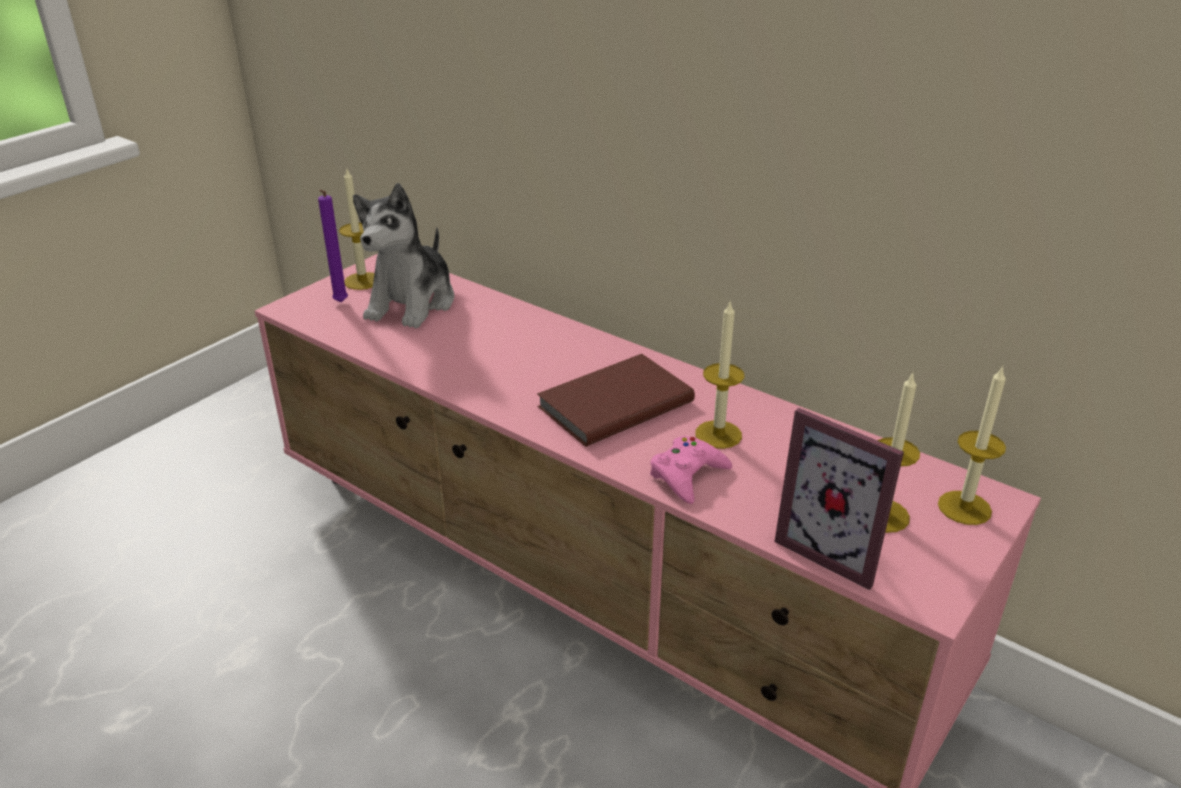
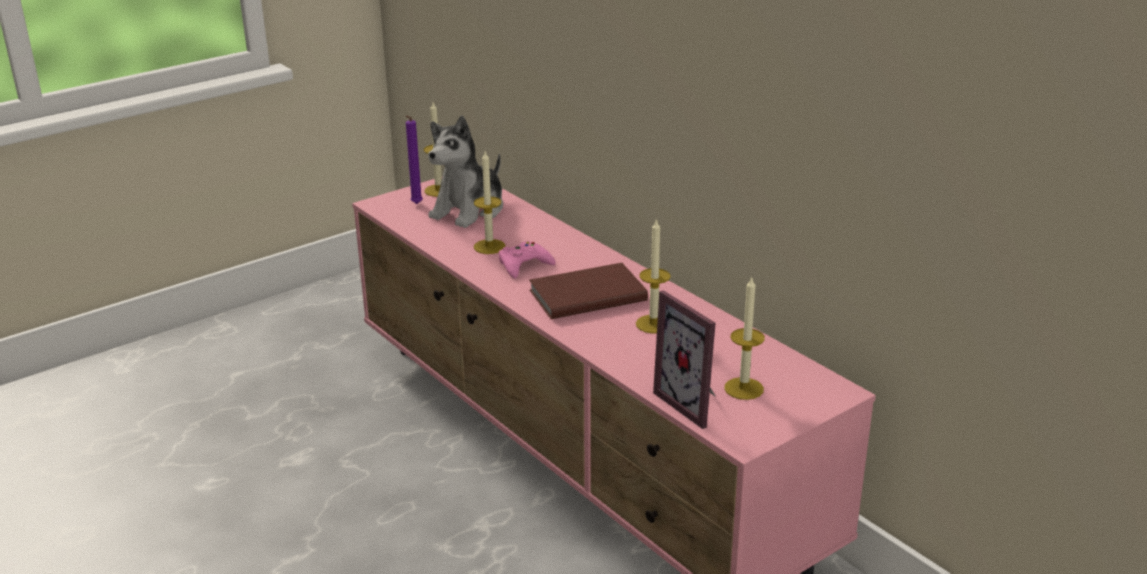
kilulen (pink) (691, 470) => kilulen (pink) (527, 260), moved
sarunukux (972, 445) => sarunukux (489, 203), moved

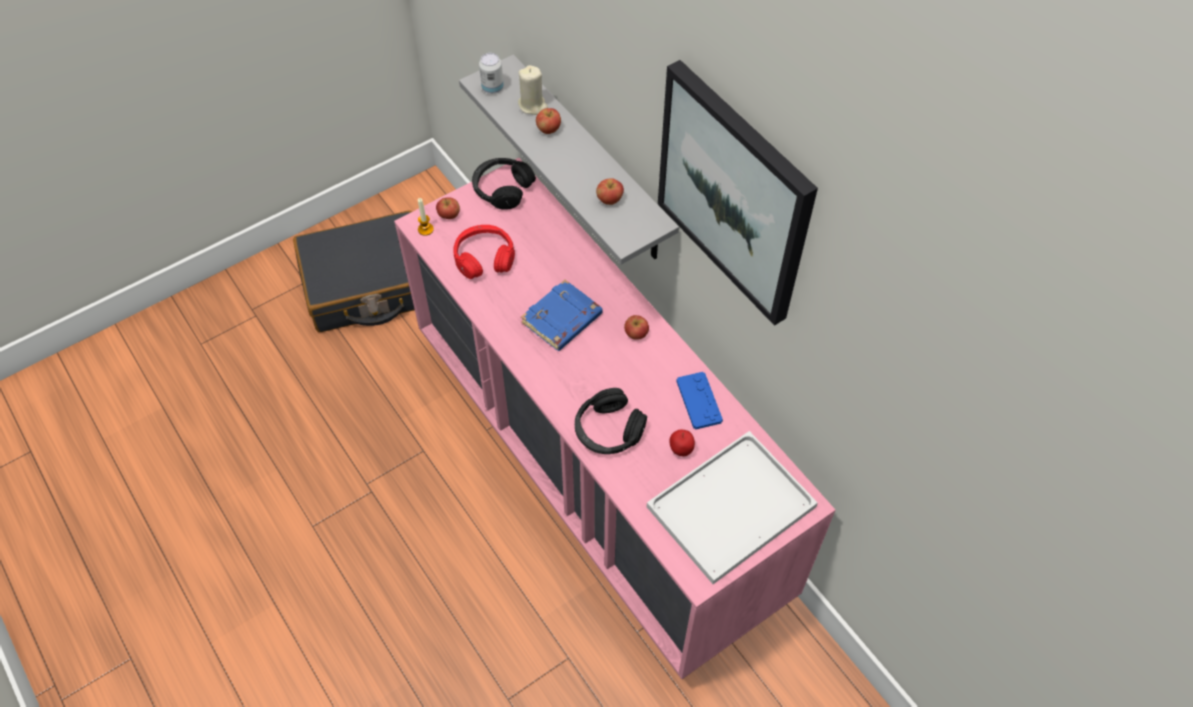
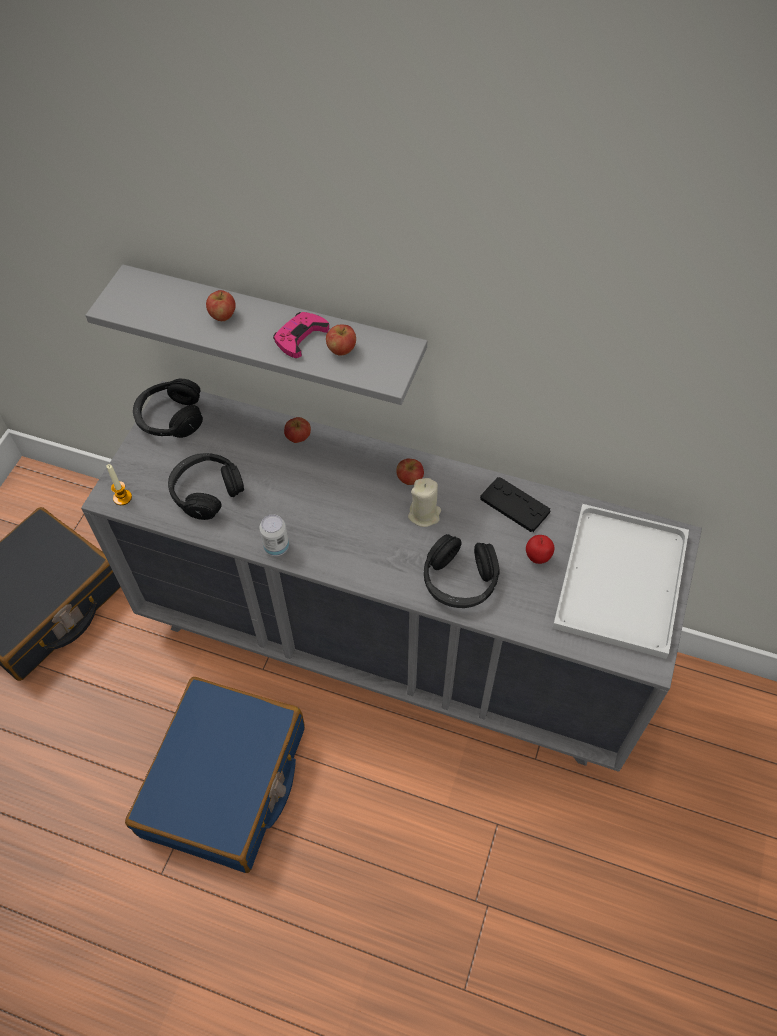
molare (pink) (614, 418) => molare (grey) (391, 576)
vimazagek (448, 208) => vimazagek (297, 430), moved
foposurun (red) (484, 252) => foposurun (black) (206, 486)
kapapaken (491, 73) => kapapaken (274, 535), moved
sarunukux (beige) (533, 90) => sarunukux (beige) (424, 502), moved
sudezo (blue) (561, 315) => nothing
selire (738, 193) => nothing
kilulen (blue) (699, 401) => kilulen (black) (515, 504)
nothing => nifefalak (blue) (215, 775)
nothing => kilulen (pink) (301, 335)

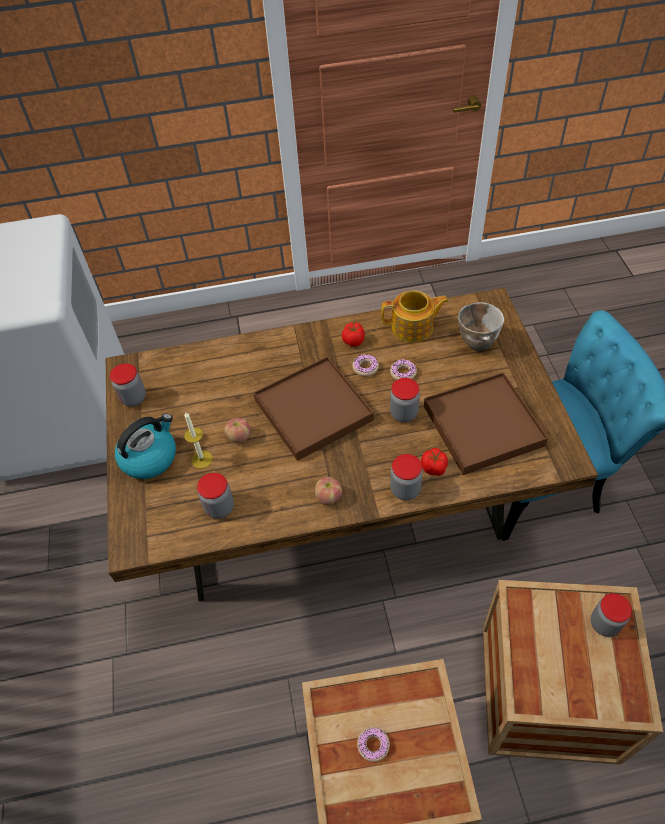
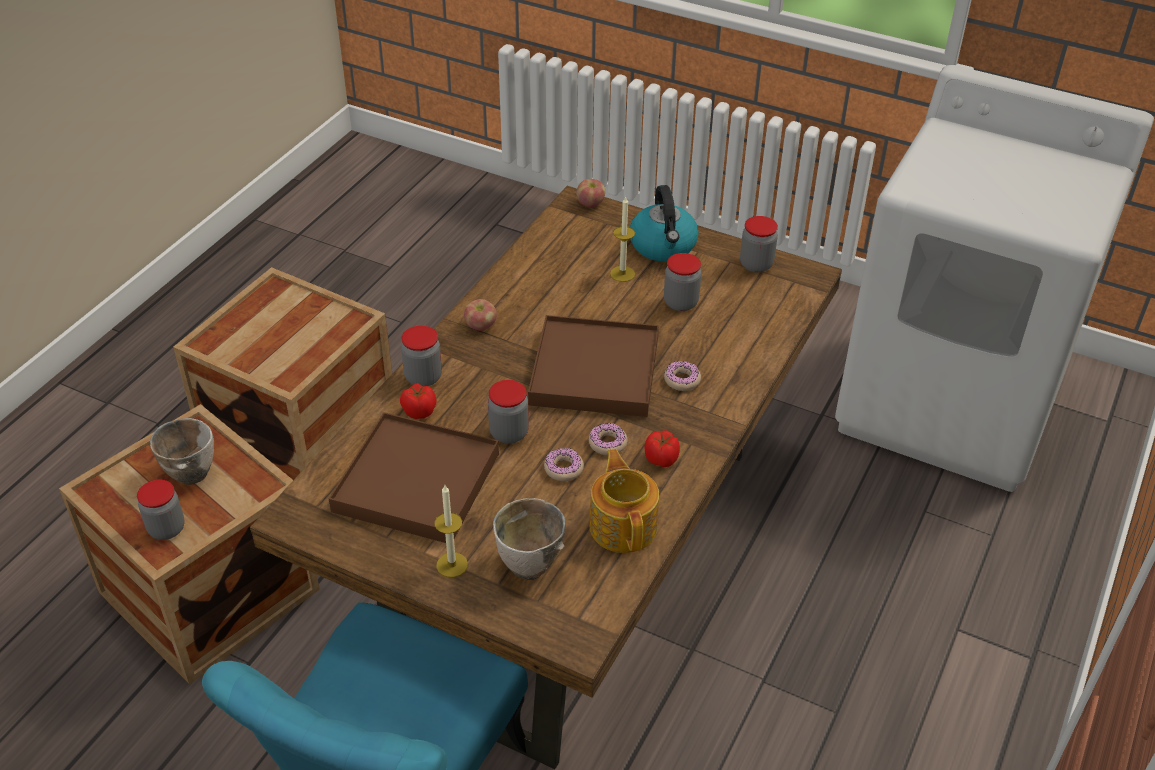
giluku (215, 496) => giluku (682, 282), moved
vimazagek (237, 431) => vimazagek (590, 193), moved
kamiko (373, 744) => kamiko (682, 376), moved
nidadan (415, 316) => nidadan (624, 501), 135 degrees clockwise
nothing => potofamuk (182, 451)
nothing => sarunukux (451, 531)

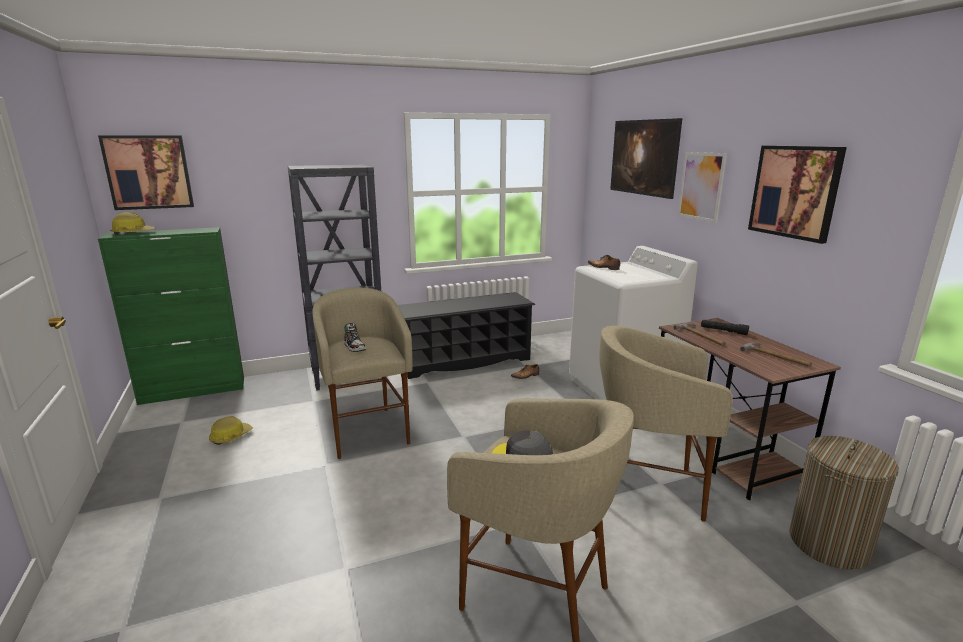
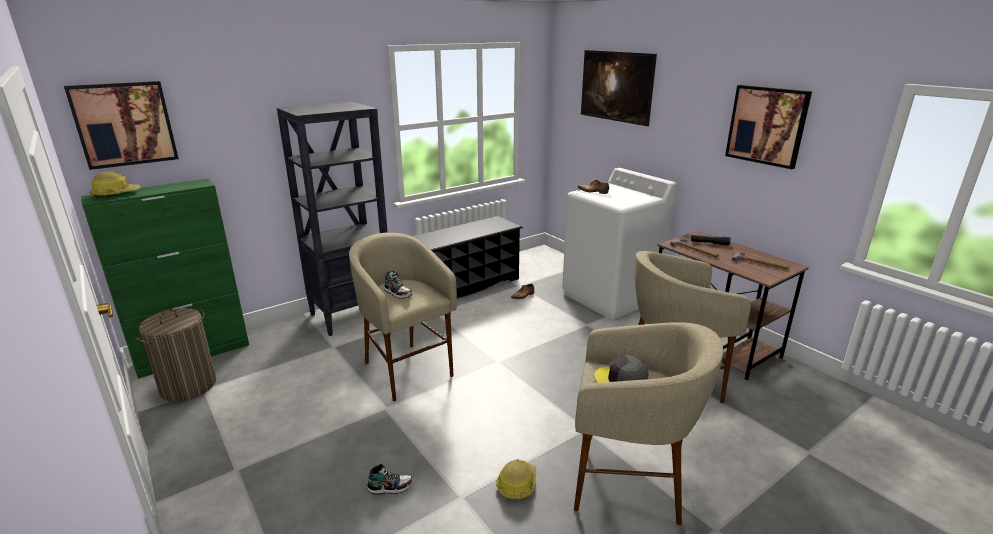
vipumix (231, 430) => vipumix (516, 479), moved
selire (702, 187) => nothing
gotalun (844, 503) => gotalun (175, 355), moved
nothing => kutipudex (390, 479)

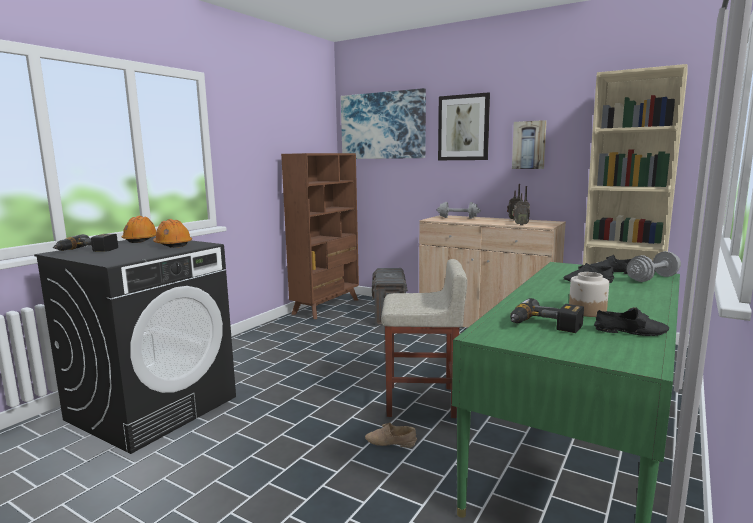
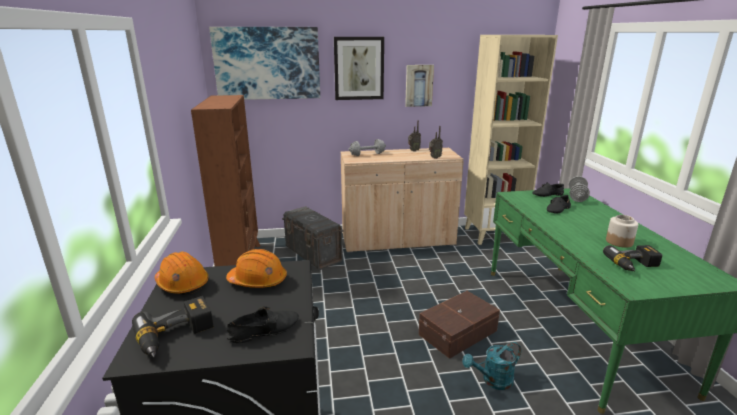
kutipudex (beige) (391, 435) => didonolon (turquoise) (491, 366)
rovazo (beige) (424, 338) => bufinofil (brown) (459, 325)
kutipudex (black) (631, 321) => kutipudex (black) (263, 324), moved

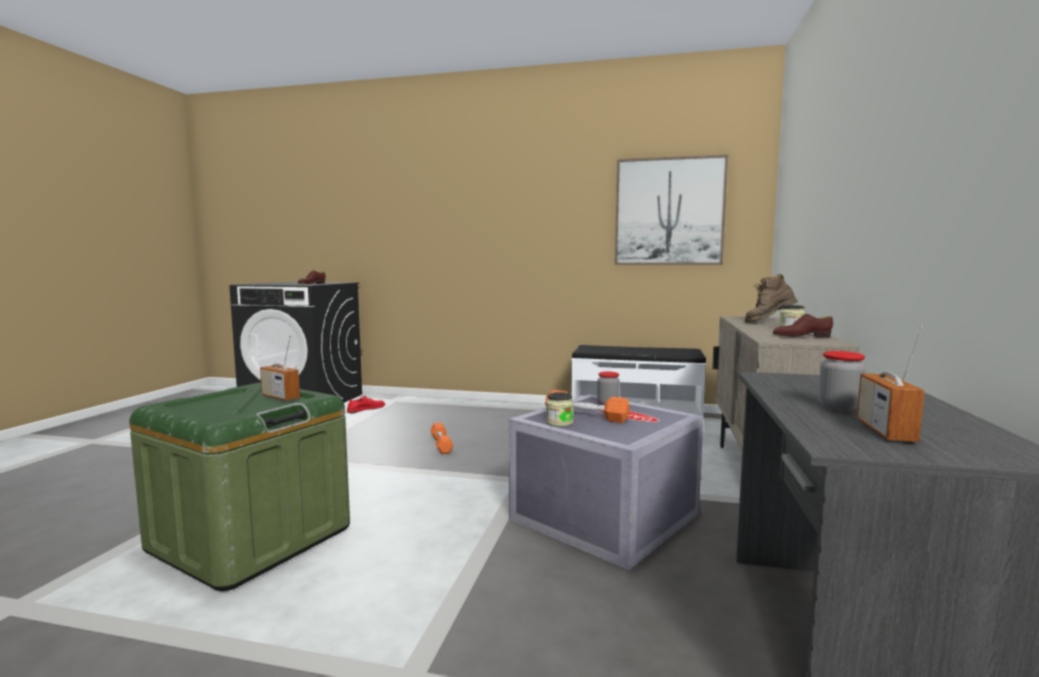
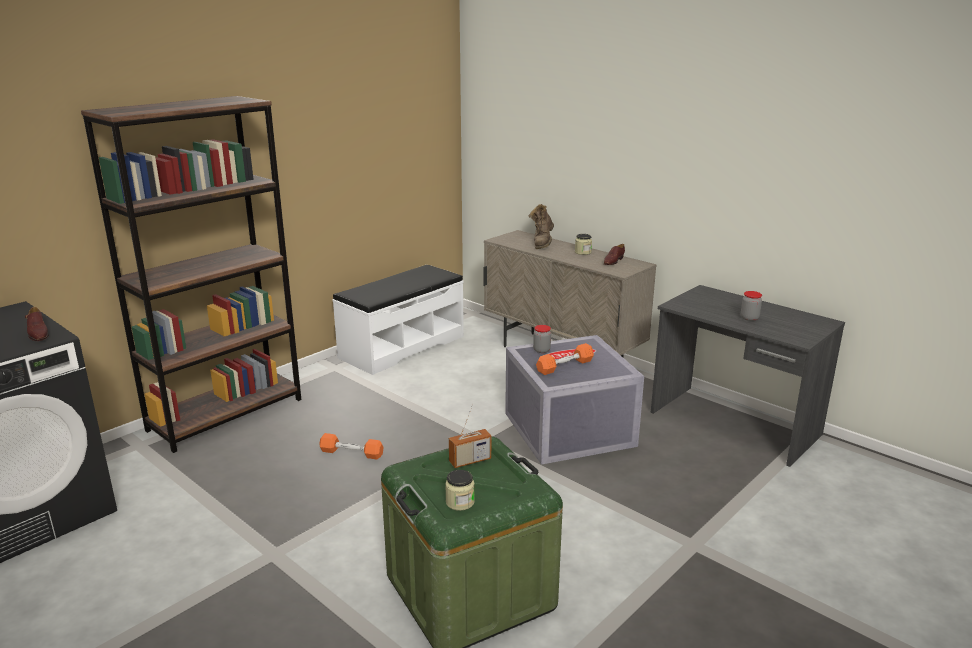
kutipudex (red) (366, 404) => nothing
giluku (560, 409) => giluku (460, 490), moved
selire (671, 210) => nothing
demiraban (891, 384) => nothing
nothing => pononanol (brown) (191, 274)

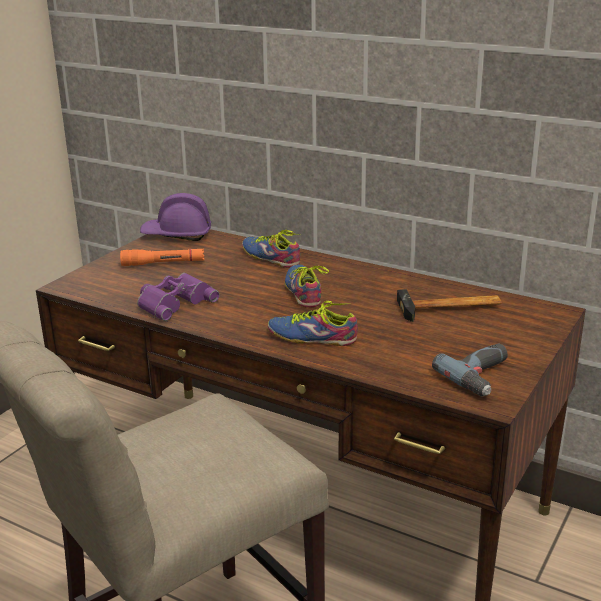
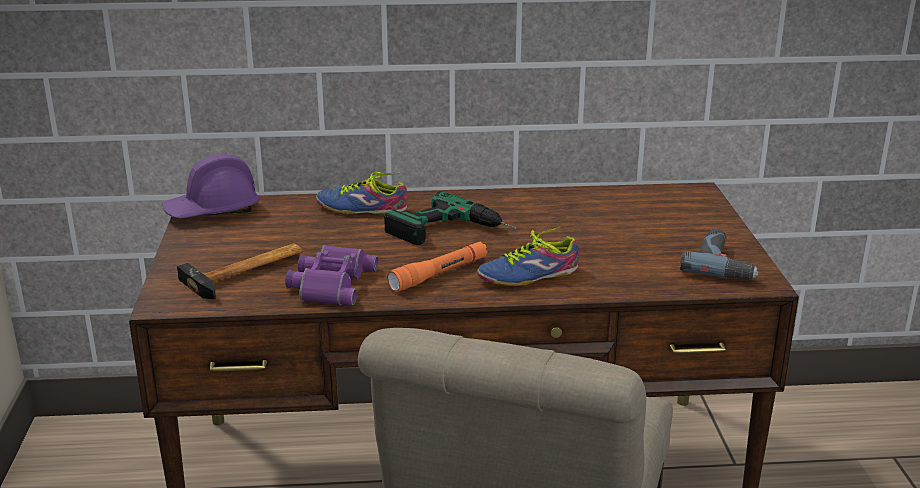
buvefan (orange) (162, 257) => buvefan (orange) (437, 266), moved
kutipudex (307, 286) => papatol (450, 218)
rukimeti (449, 305) => rukimeti (240, 271), moved

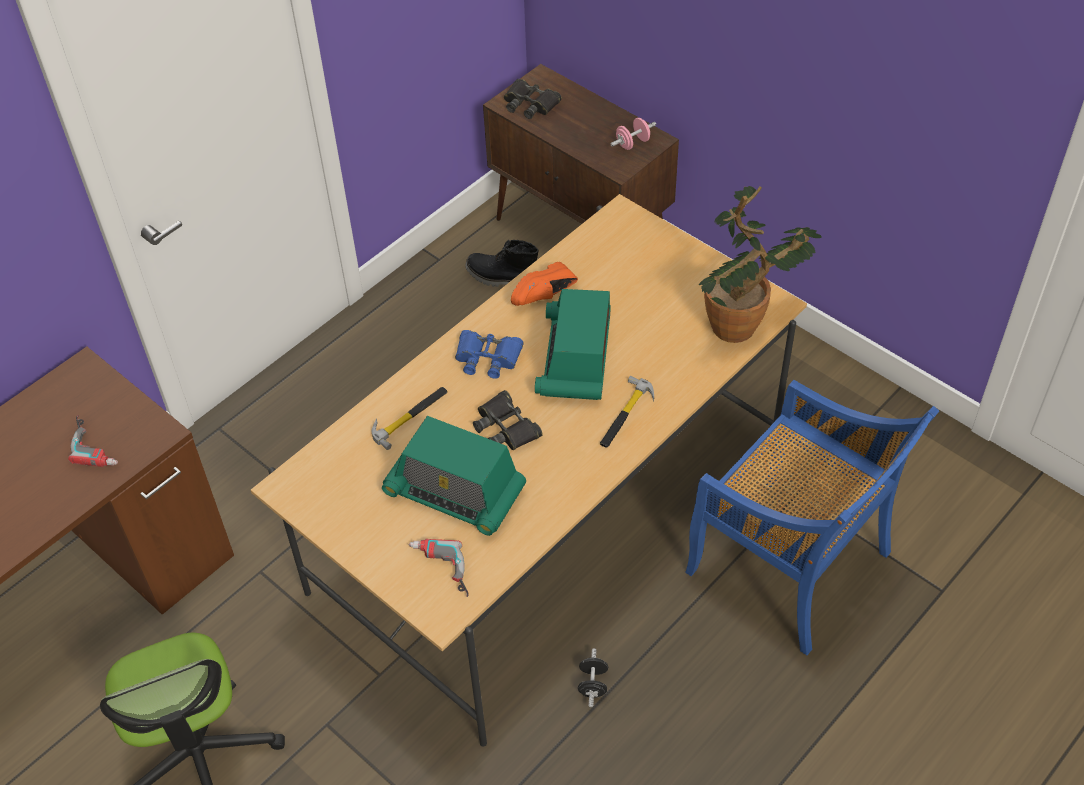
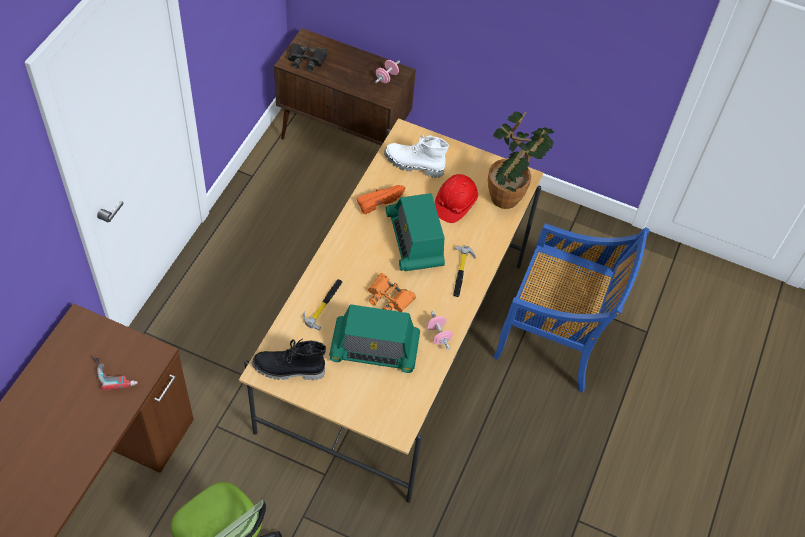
papatol (438, 568) => nothing
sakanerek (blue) (489, 354) => nothing
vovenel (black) (501, 263) => vovenel (black) (289, 359), moved
sakanerek (black) (508, 420) => sakanerek (orange) (392, 292)
kutipudex (orange) (544, 284) => kutipudex (orange) (380, 199), 150 degrees counterclockwise
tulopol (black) (593, 678) => nothing
nothing => vovenel (white) (416, 156)
nothing => tulopol (pink) (440, 330)
nothing => vipumix (red) (456, 198)

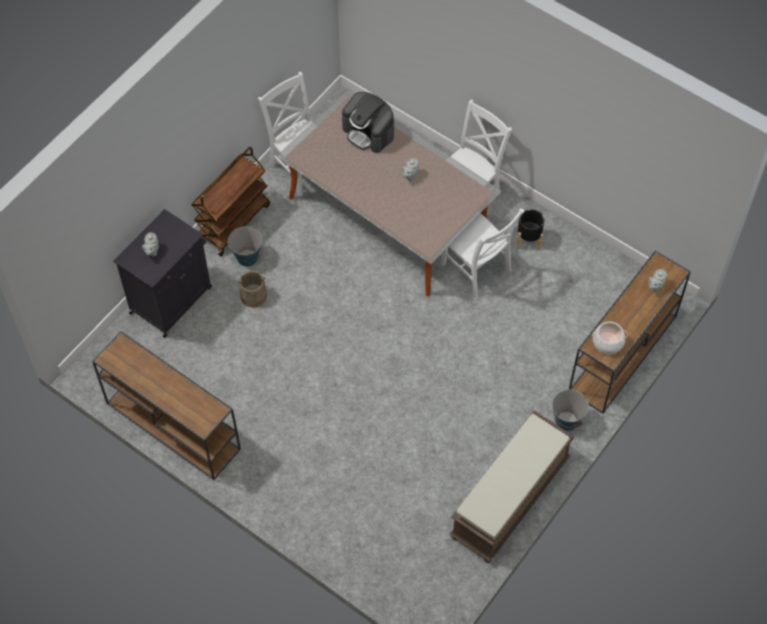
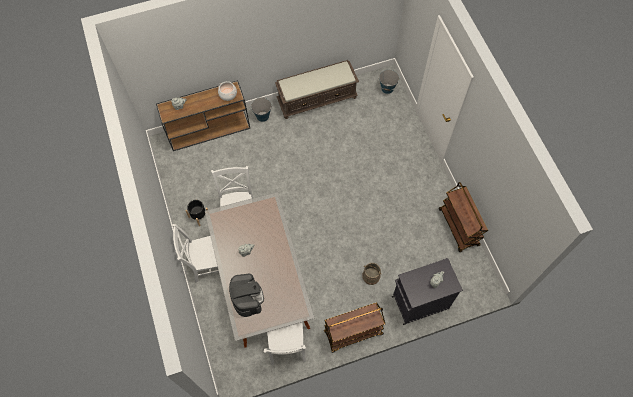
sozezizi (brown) (166, 405) => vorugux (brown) (463, 217)
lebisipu (244, 246) => lebisipu (389, 82), moved

